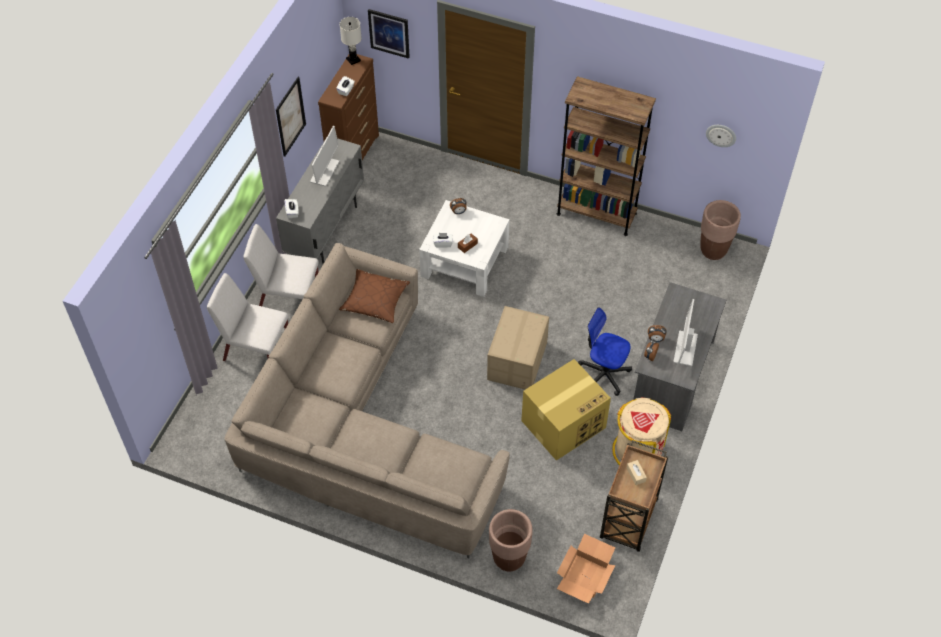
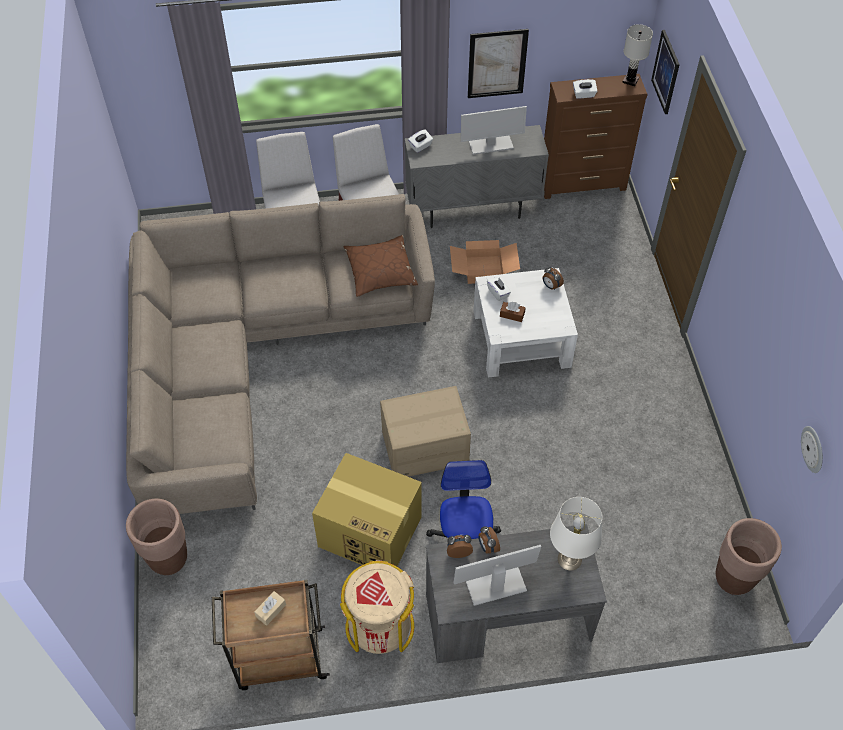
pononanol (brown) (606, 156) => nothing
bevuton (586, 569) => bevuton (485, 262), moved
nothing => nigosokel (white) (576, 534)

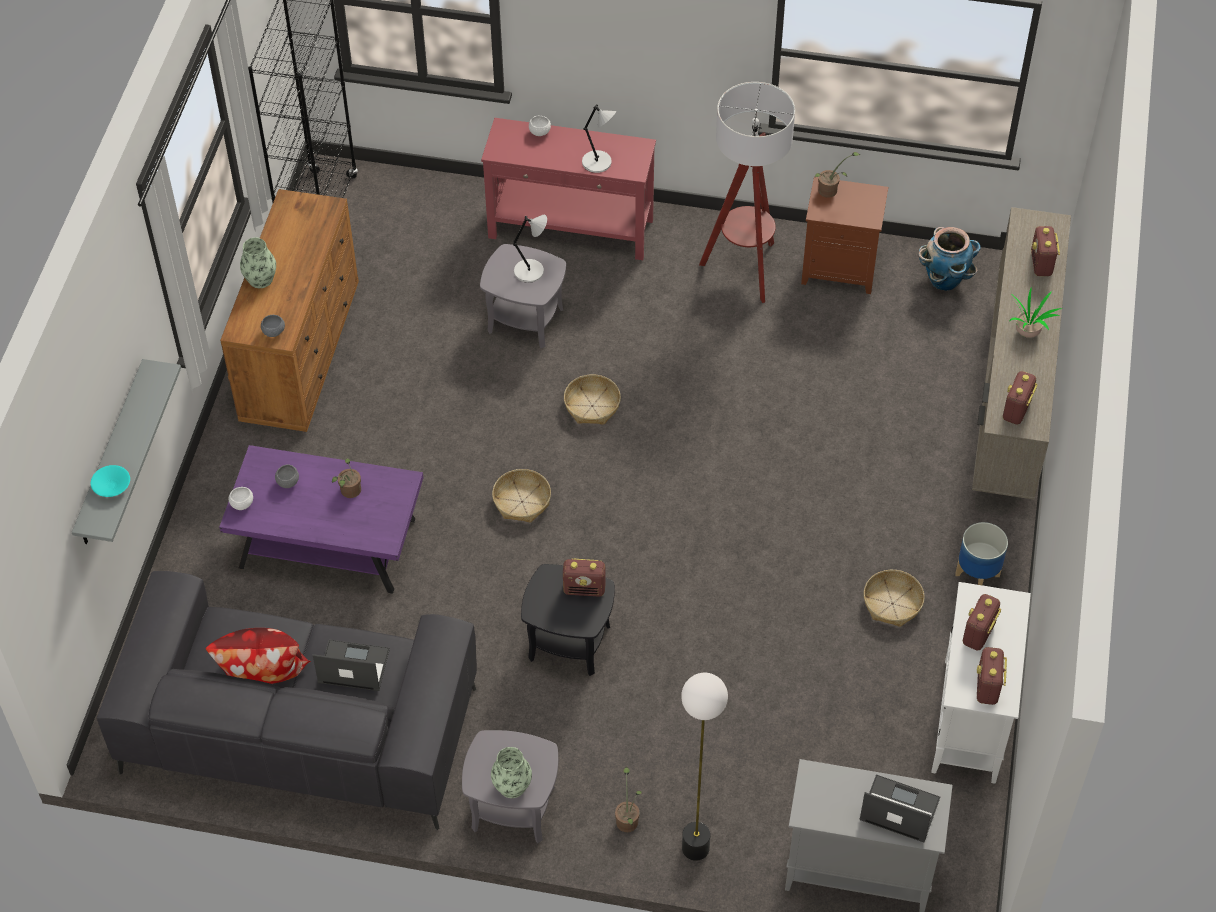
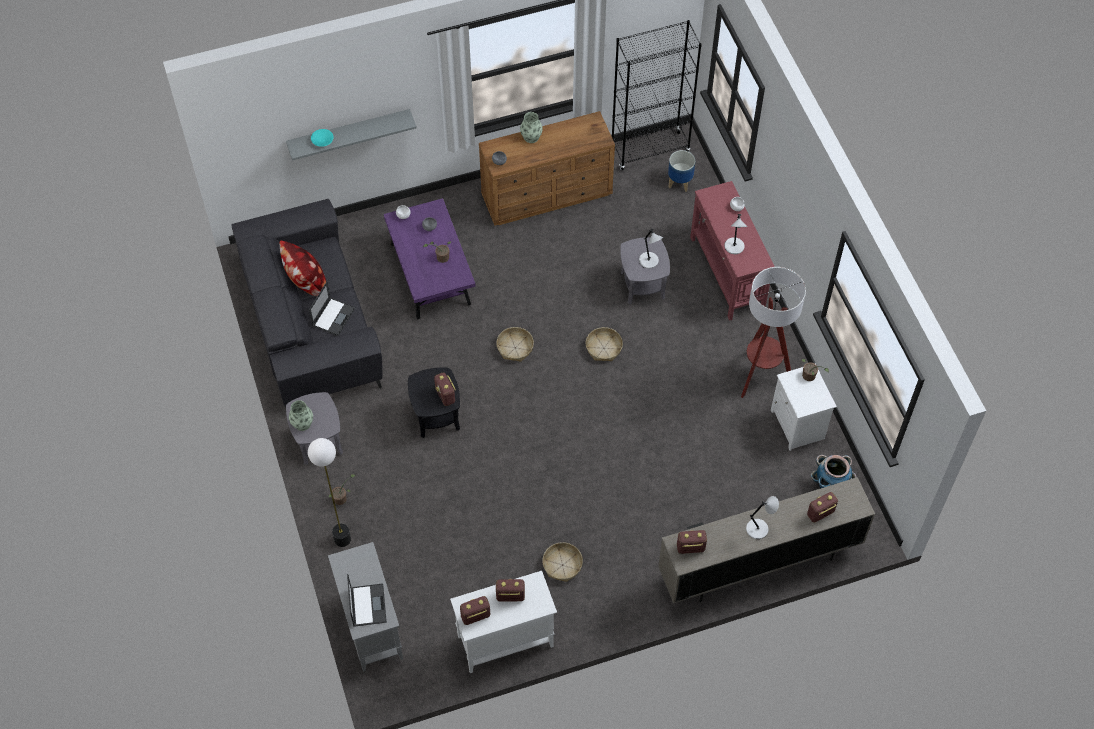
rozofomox (351, 665) => rozofomox (332, 309), 45 degrees clockwise
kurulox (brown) (844, 235) => kurulox (white) (804, 409)
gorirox (981, 553) => gorirox (681, 171), moved
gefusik (1035, 312) => nigosokel (grey) (762, 517)

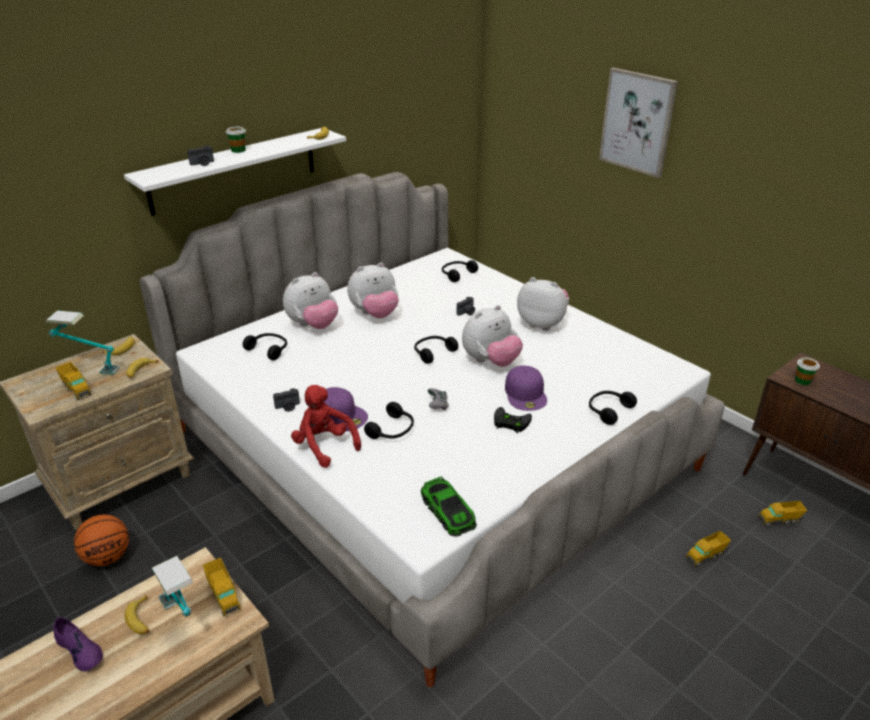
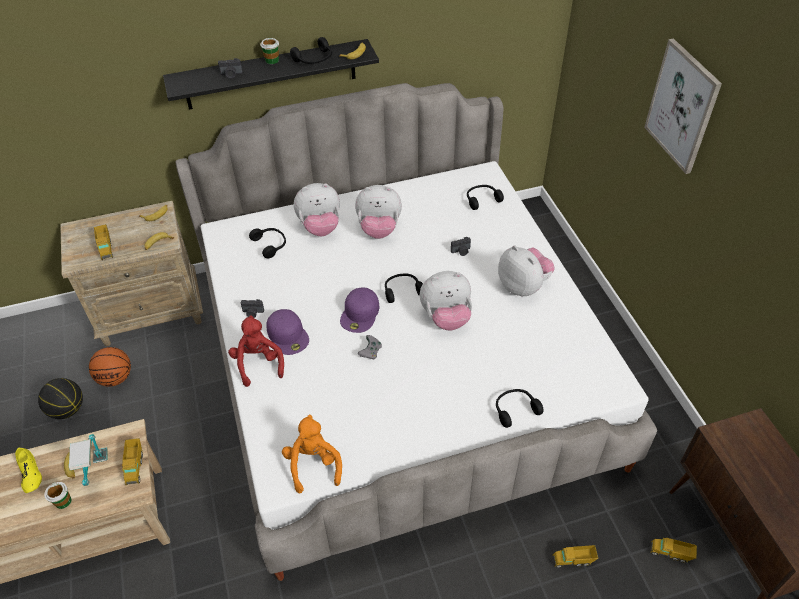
nigosokel (83, 342) => nothing
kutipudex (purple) (78, 644) => kutipudex (yellow) (28, 470)
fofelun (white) (235, 172) => fofelun (black) (271, 74)
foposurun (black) (389, 420) => foposurun (black) (311, 50), moved
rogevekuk (449, 506) => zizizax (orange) (312, 453)
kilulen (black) (513, 420) => nothing
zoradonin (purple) (526, 388) => zoradonin (purple) (359, 310), moved
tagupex (807, 371) => tagupex (57, 495), moved
nothing => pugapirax (60, 398)

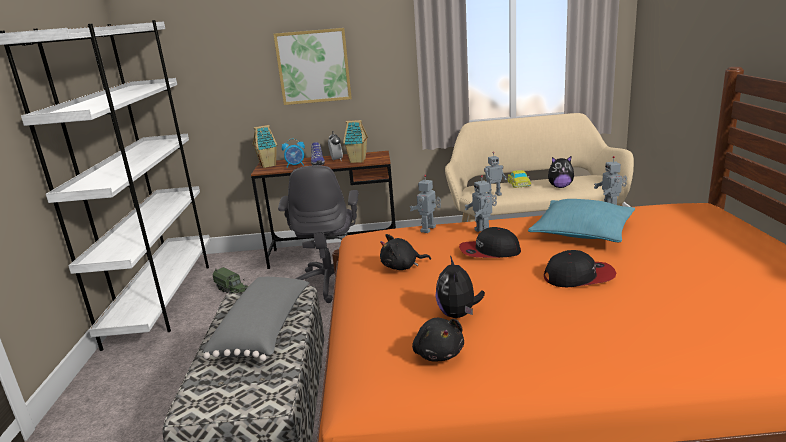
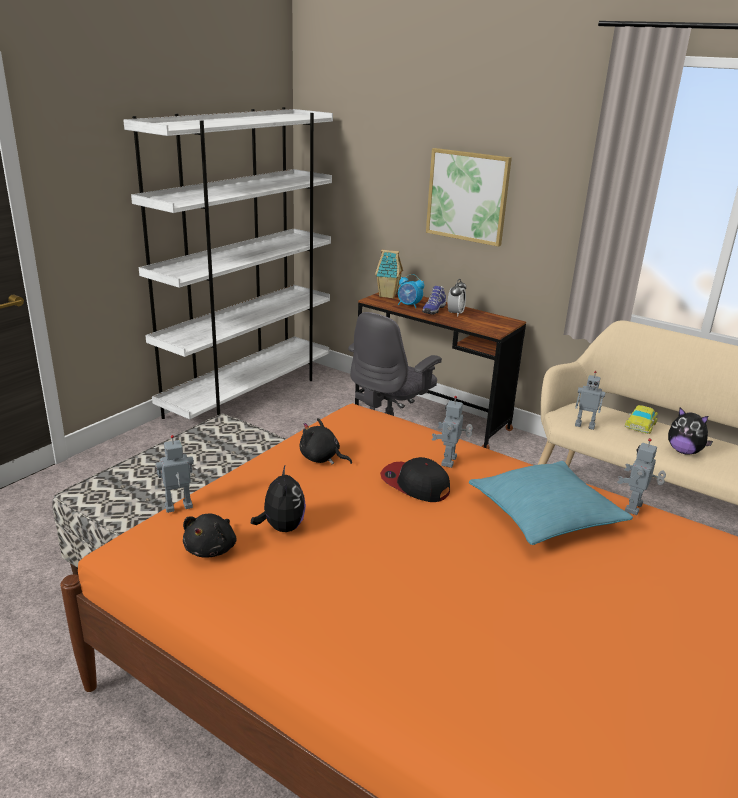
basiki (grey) (256, 319) => nothing
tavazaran (230, 280) => nothing
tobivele (355, 141) => nothing
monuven (425, 204) => monuven (175, 474), moved
zizizax (460, 287) => zizizax (278, 498), 135 degrees clockwise
zoradonin (580, 268) => nothing

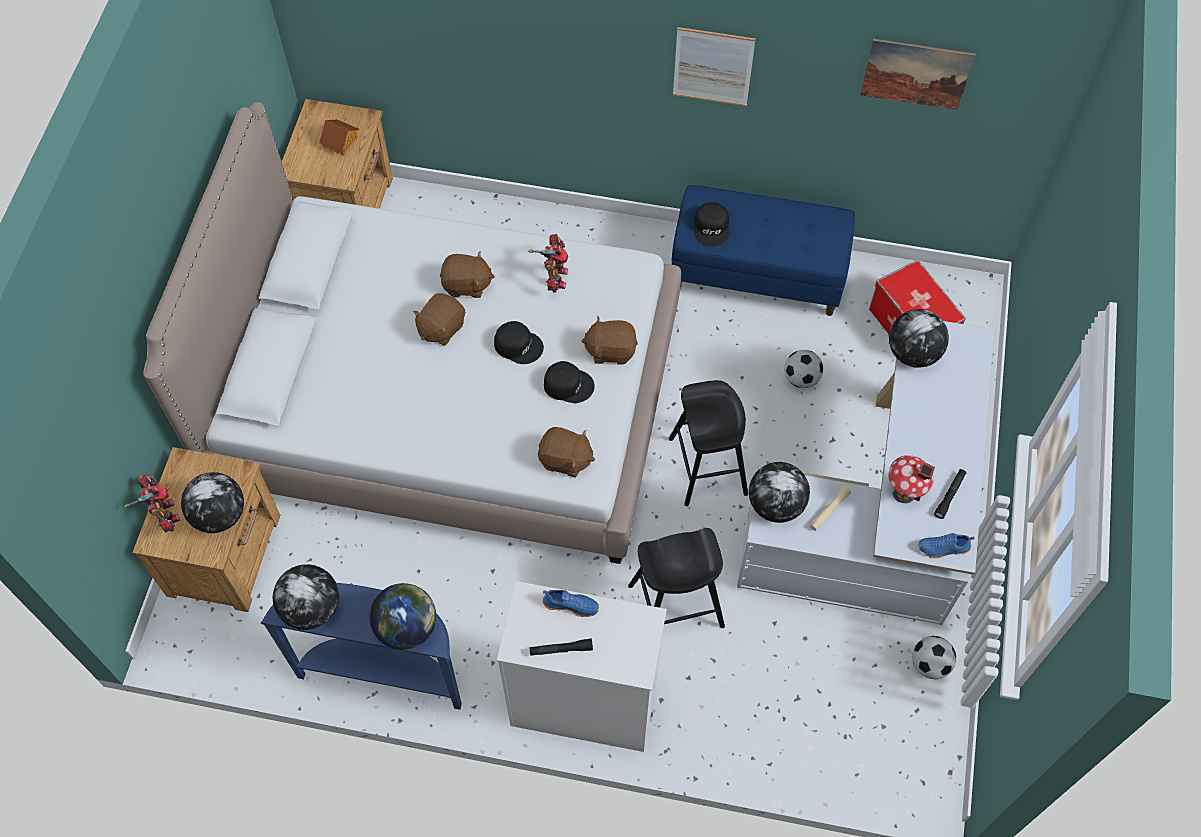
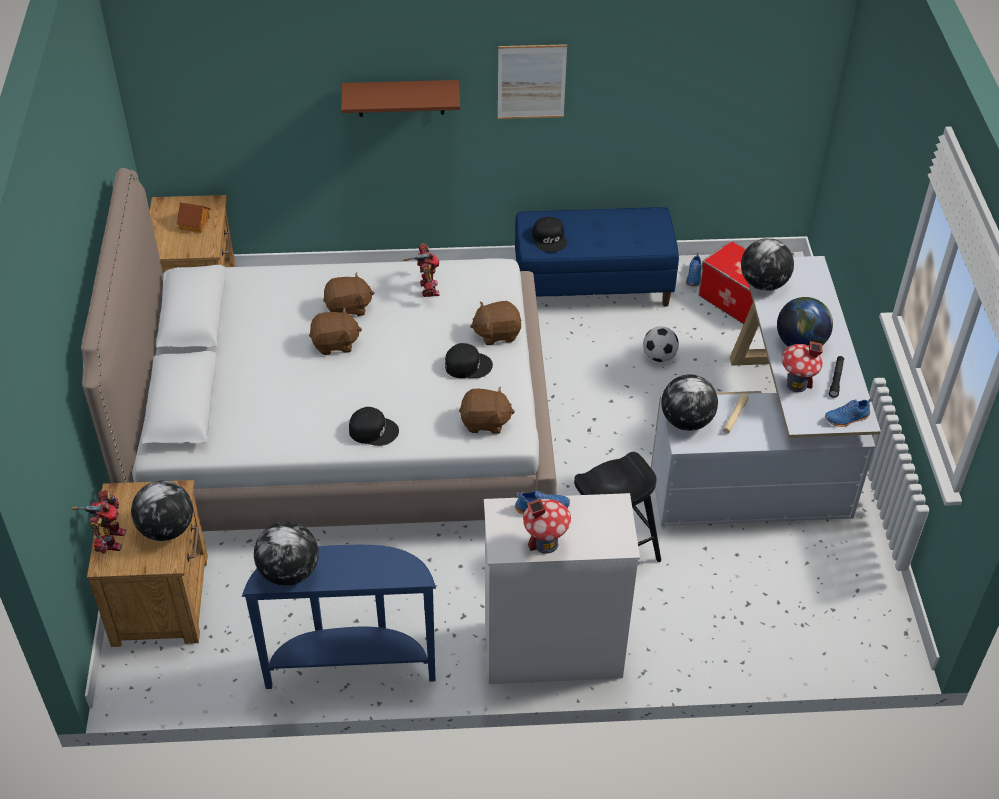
monuven (152, 504) => monuven (99, 522), 45 degrees clockwise
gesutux (403, 616) => gesutux (805, 322), moved
zizizax (brown) (439, 319) => zizizax (brown) (335, 331), 120 degrees counterclockwise
zoradonin (black) (519, 342) => zoradonin (black) (374, 426), moved
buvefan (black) (561, 647) => tobivele (547, 526)
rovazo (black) (708, 443) => nothing
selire (918, 74) => nothing
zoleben (934, 657) => nothing
nothing => fofelun (brown) (400, 98)
nothing => kutipudex (blue) (694, 269)

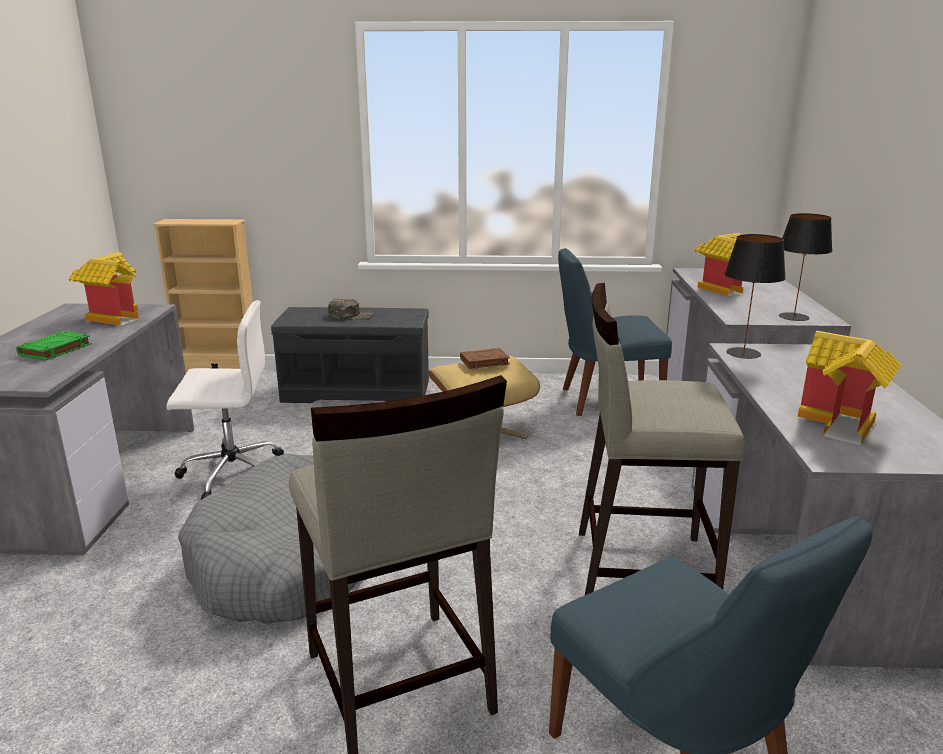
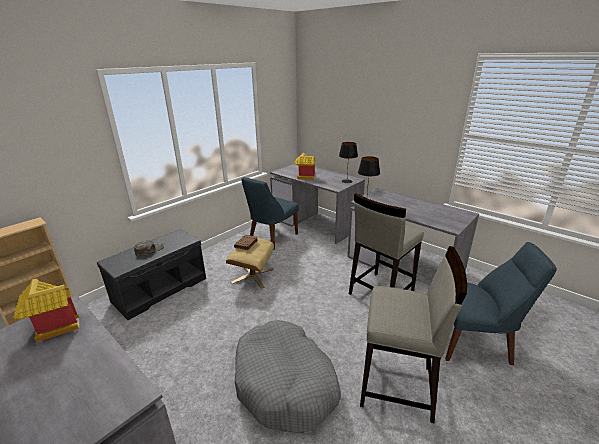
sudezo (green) (54, 346) => nothing
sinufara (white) (225, 400) => nothing
tobivele (849, 388) => nothing

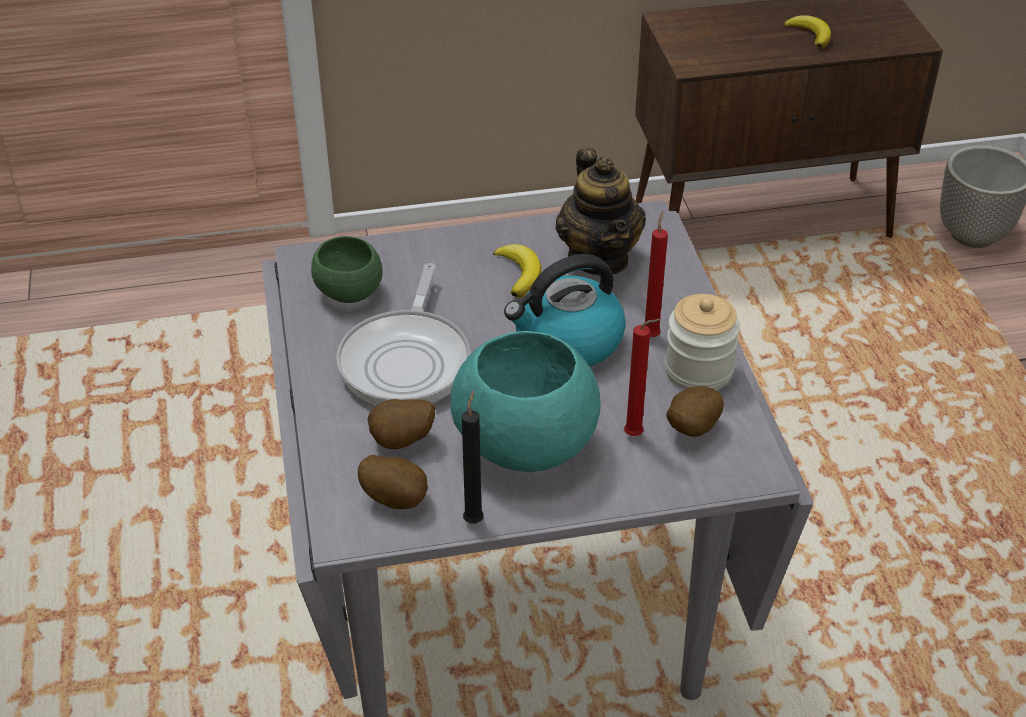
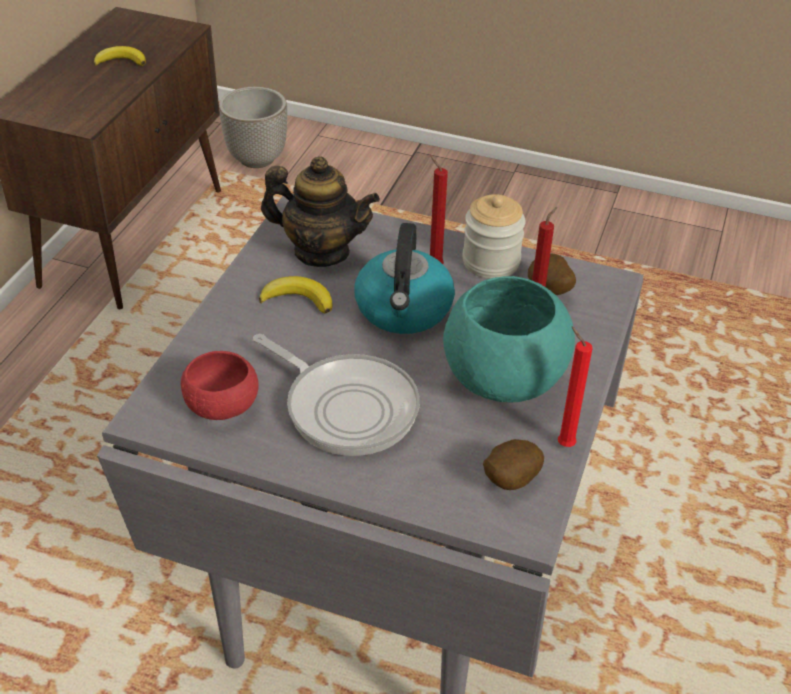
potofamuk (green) (346, 269) => potofamuk (red) (220, 385)
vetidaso (401, 424) => nothing
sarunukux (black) (473, 457) => sarunukux (red) (575, 387)

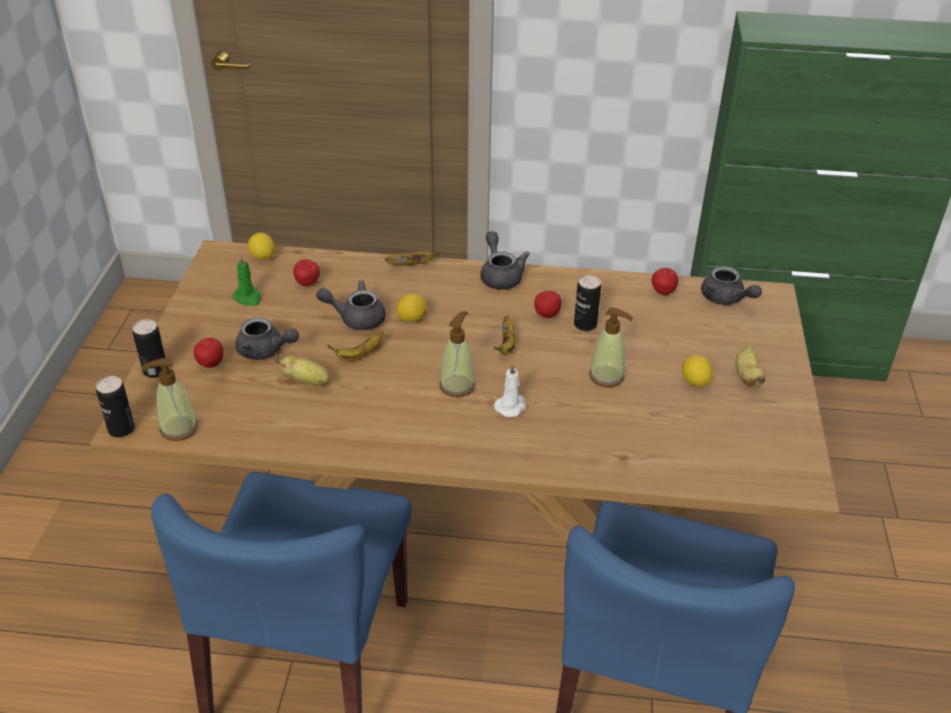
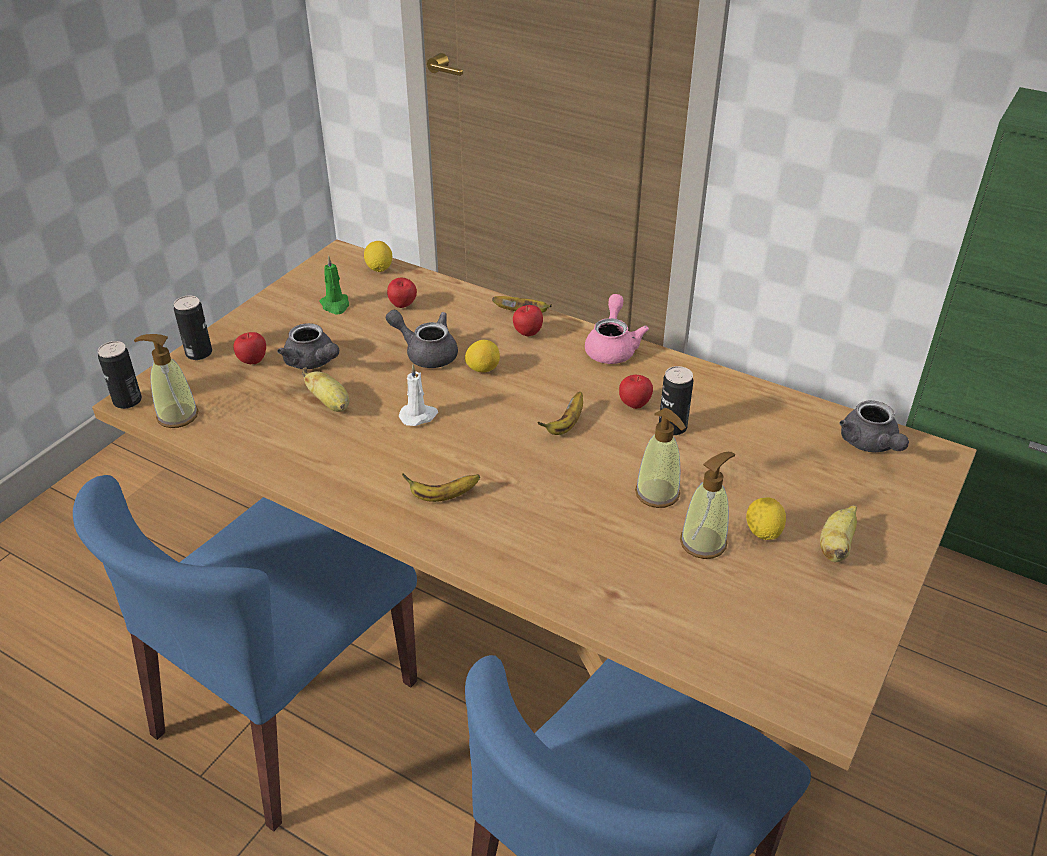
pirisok (355, 346) => pirisok (441, 487), moved
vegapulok (457, 354) => vegapulok (708, 505), moved
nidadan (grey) (505, 260) => nidadan (pink) (617, 329)
sarunukux (white) (510, 390) => sarunukux (white) (418, 395), moved
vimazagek (664, 281) => vimazagek (528, 320), moved

